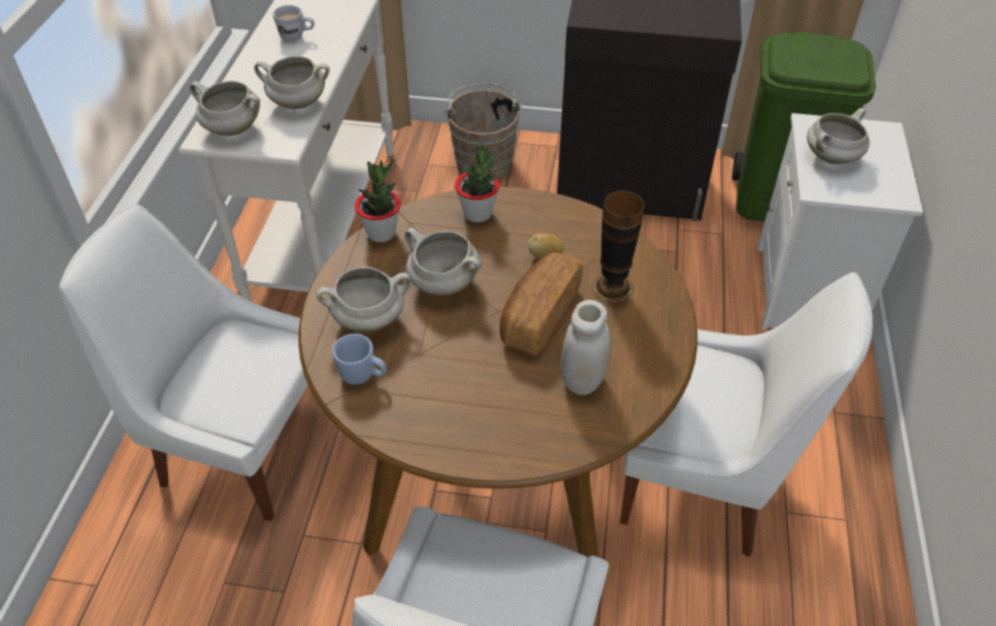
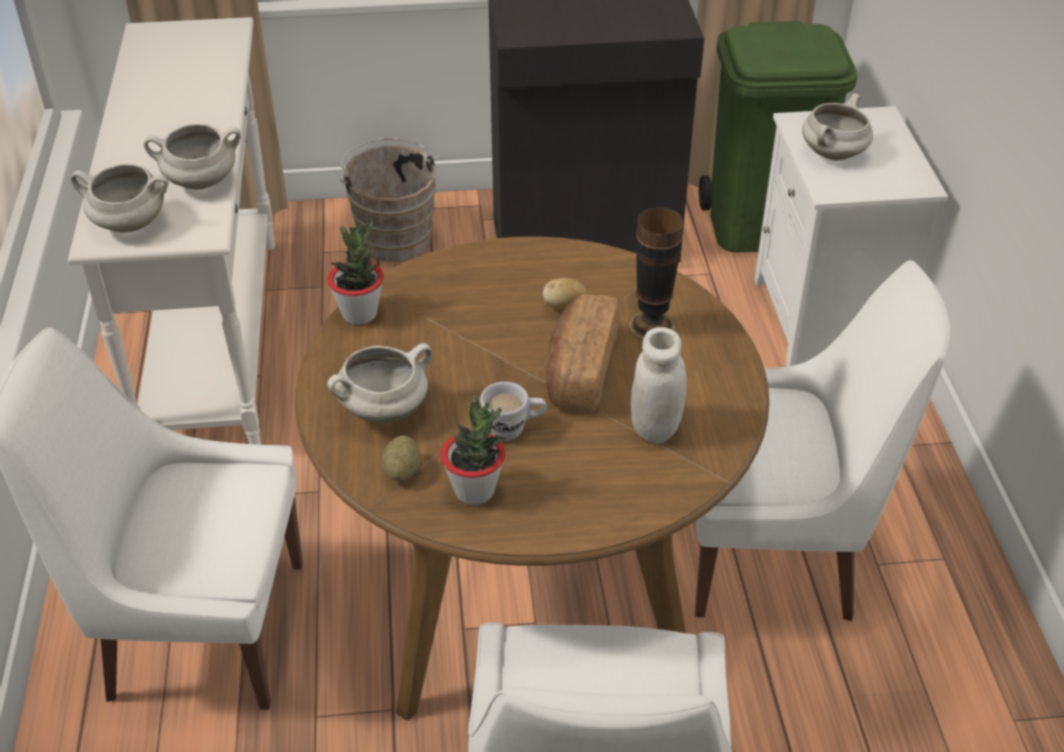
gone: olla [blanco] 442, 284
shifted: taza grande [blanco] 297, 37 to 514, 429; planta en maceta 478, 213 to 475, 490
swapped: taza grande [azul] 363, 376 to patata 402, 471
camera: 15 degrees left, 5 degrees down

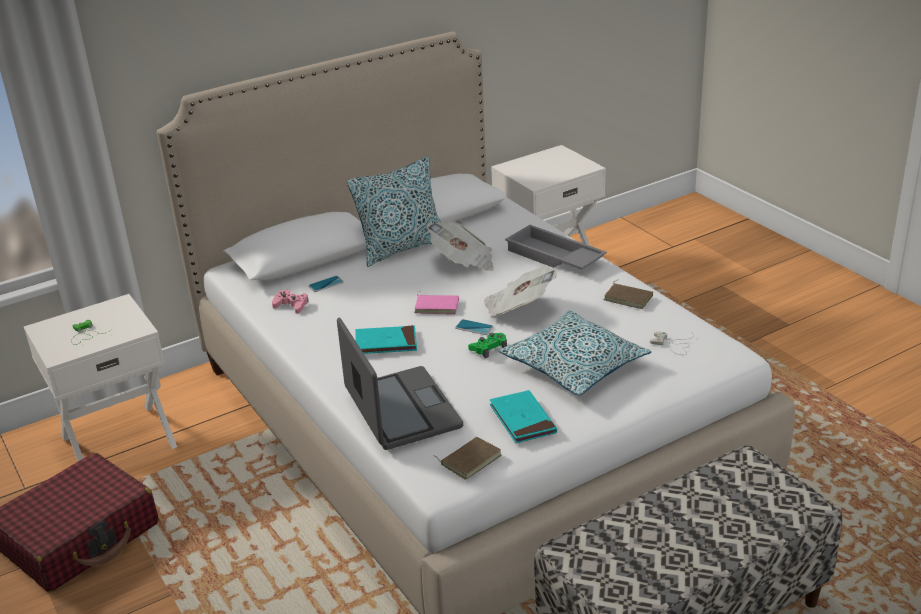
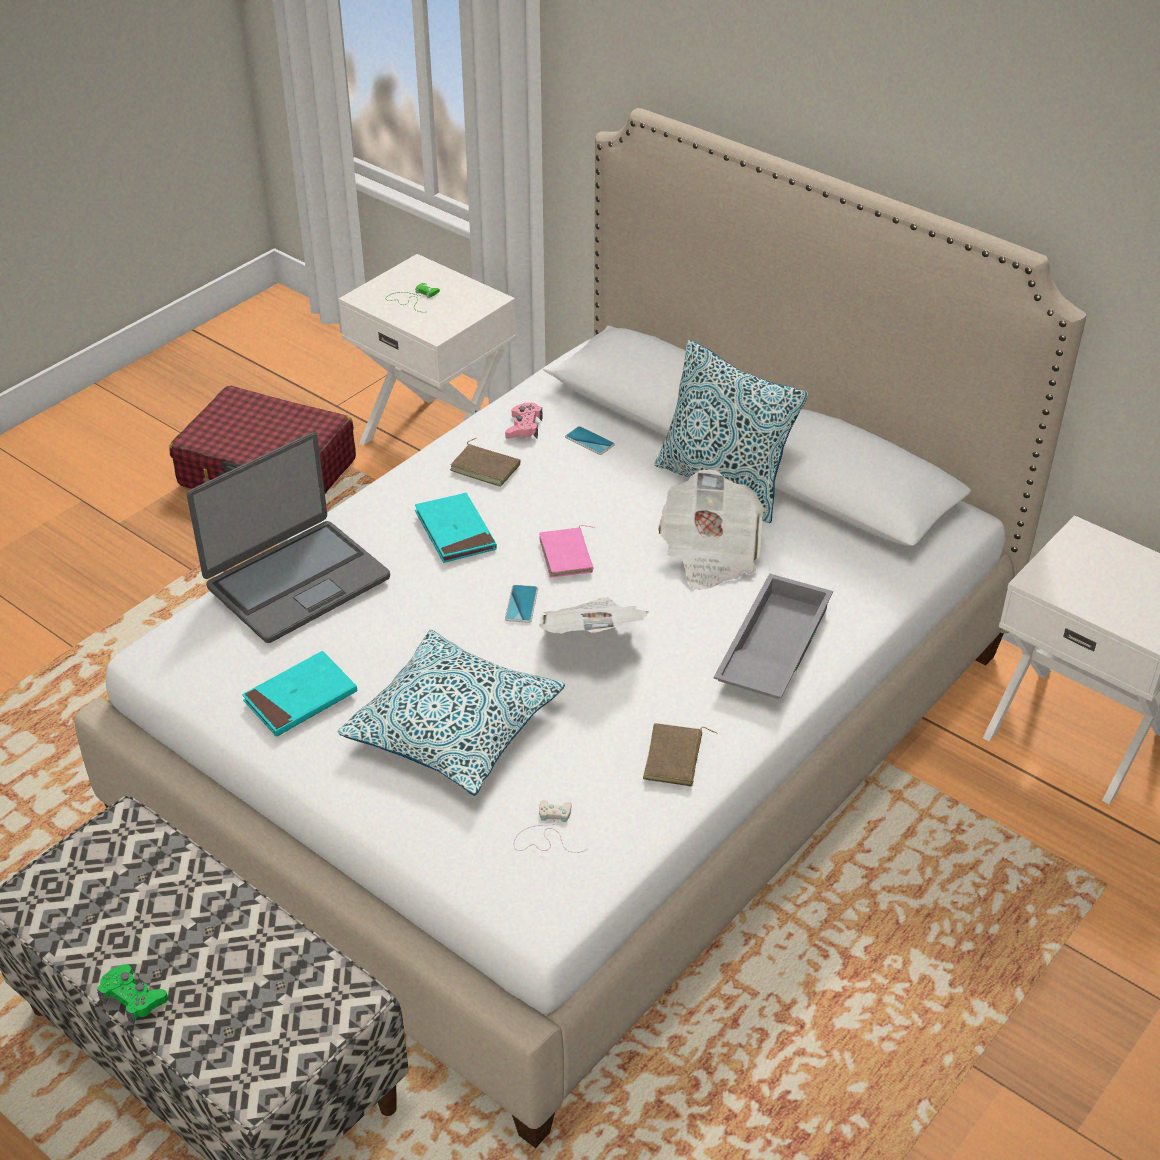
shifted: libro [marrón] 470, 459 to 486, 467; mando de consola [verde] 488, 348 to 133, 998
camera: 70 degrees right, 10 degrees up

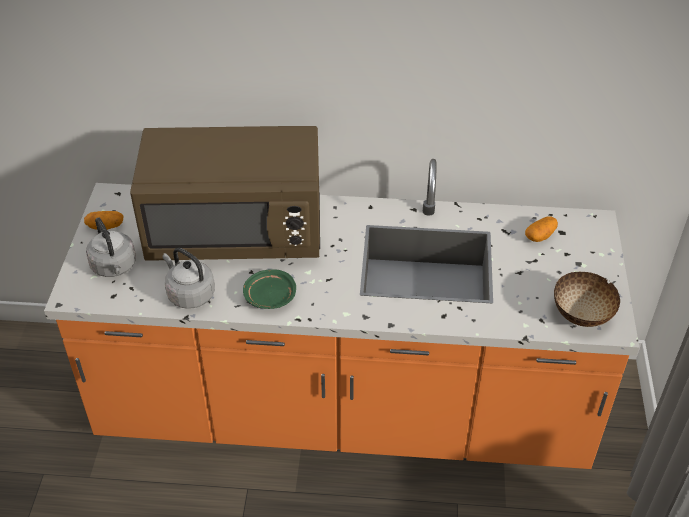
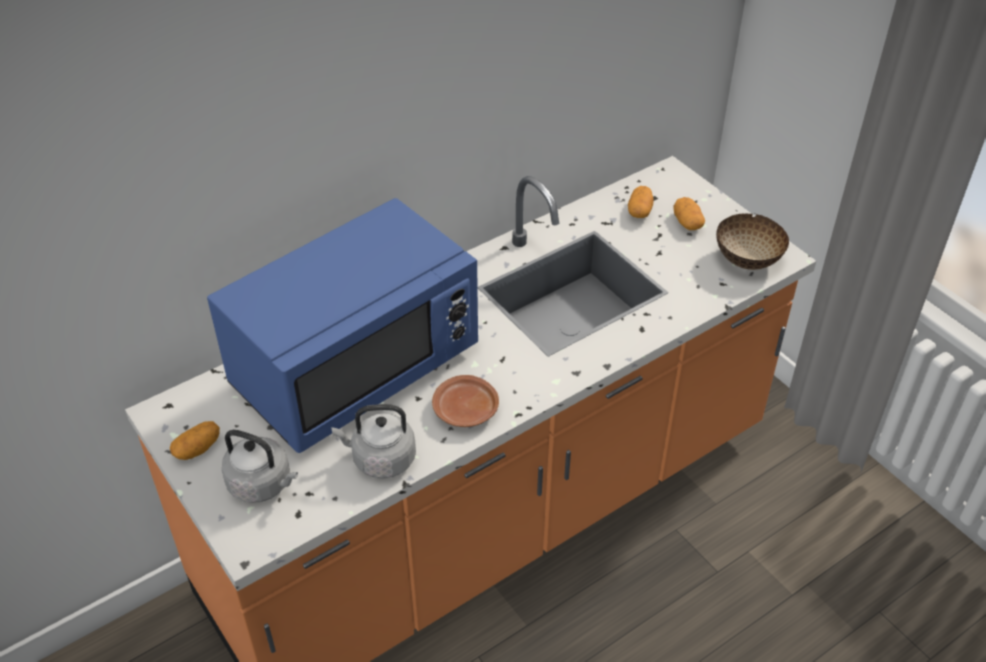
new: patata 687, 222
repainted: microondas [marrón] 237, 232 to microondas [azul] 355, 368; plato [verde] 270, 296 to plato [marrón] 465, 410
camera: 40 degrees left, 0 degrees up

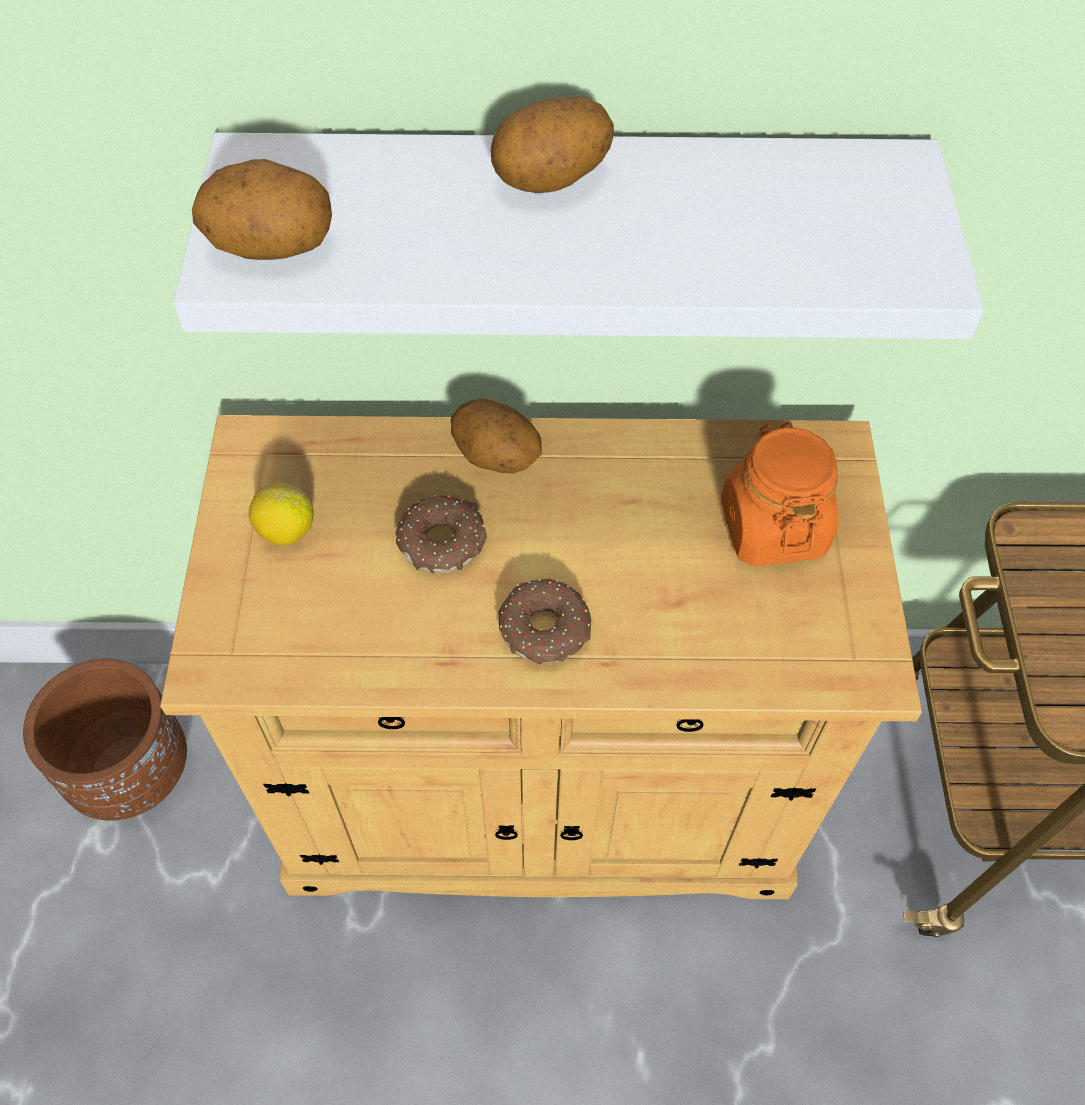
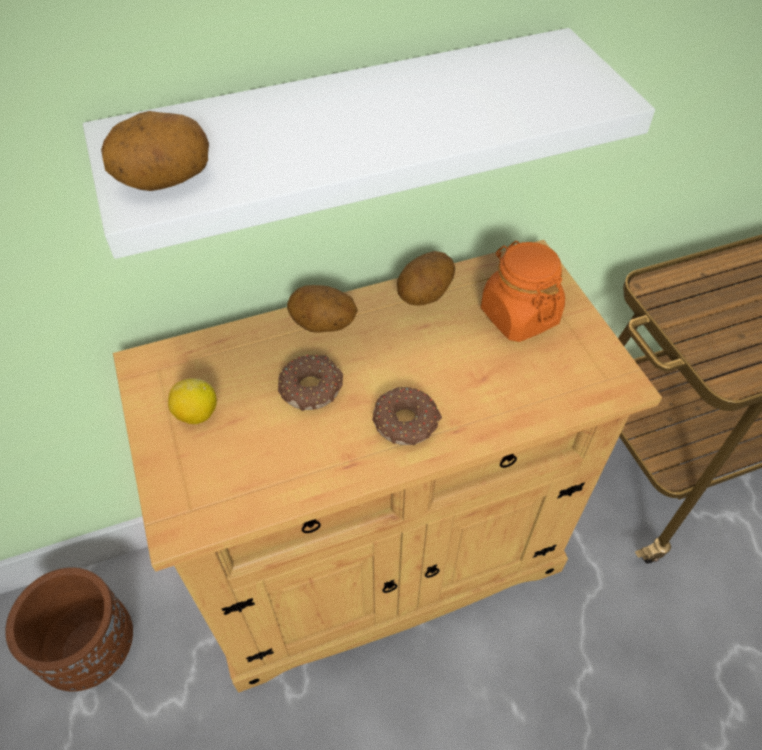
shifted: patata 552, 181 to 425, 295
camera: 20 degrees left, 5 degrees down

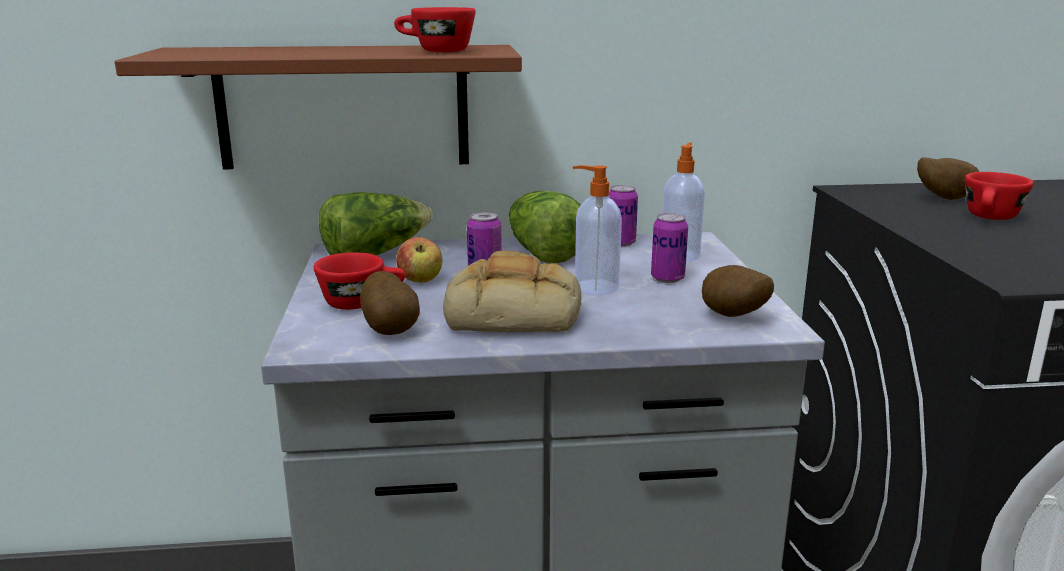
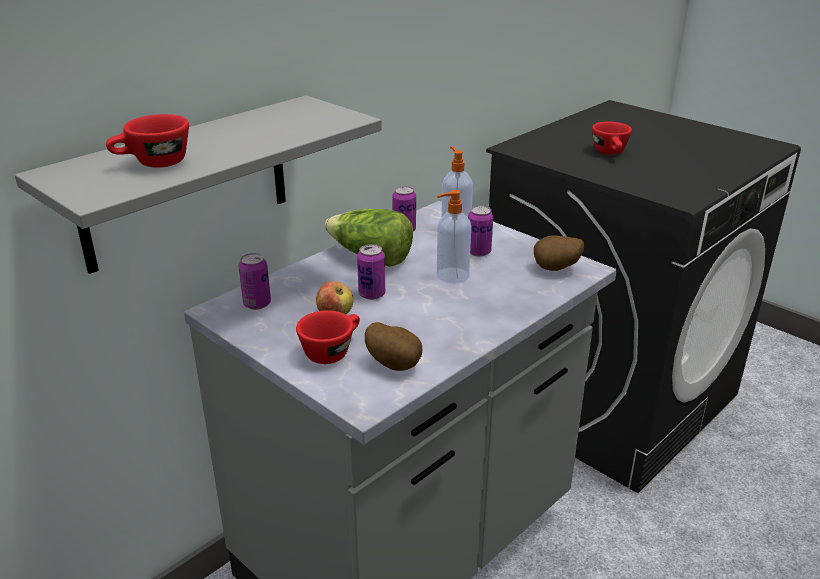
gone: pan 515, 313; patata 943, 198
shifted: taza [rojo] 435, 51 to 153, 164
swapped: lechuga 375, 254 to lata 257, 304
repainted: estante [marrón] 343, 107 to estante [gris] 186, 183
camera: 40 degrees left, 10 degrees up

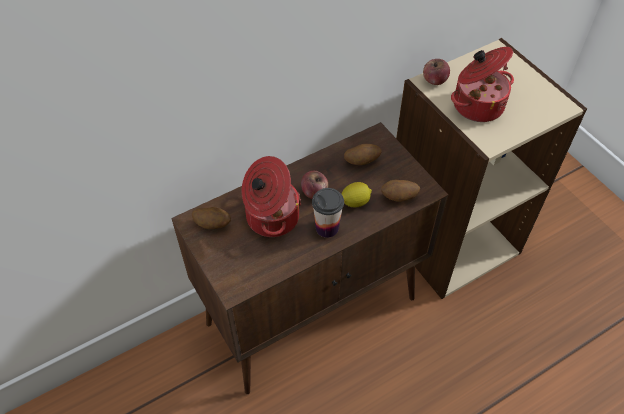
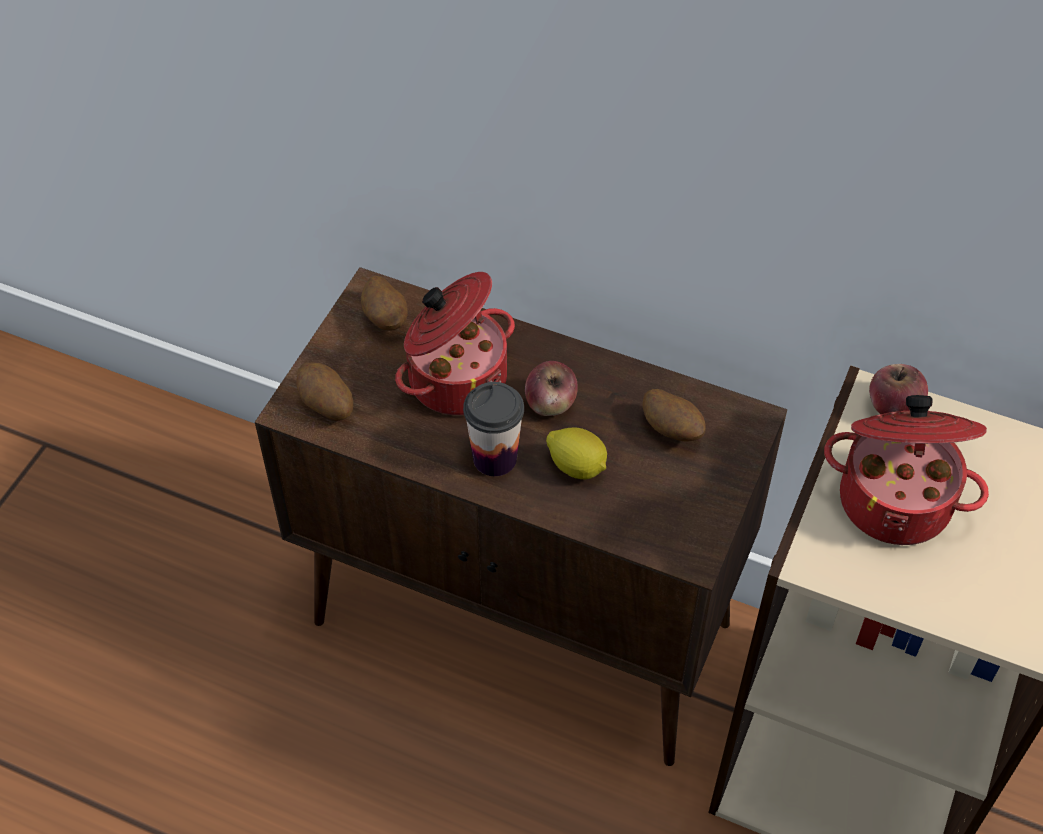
shifted: patata 399, 198 to 326, 406
camera: 55 degrees right, 0 degrees up

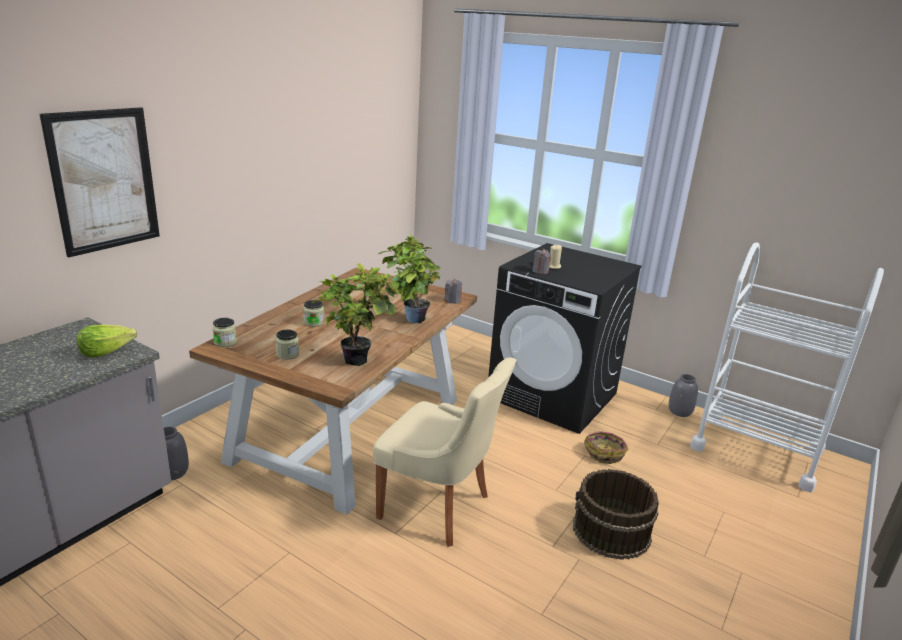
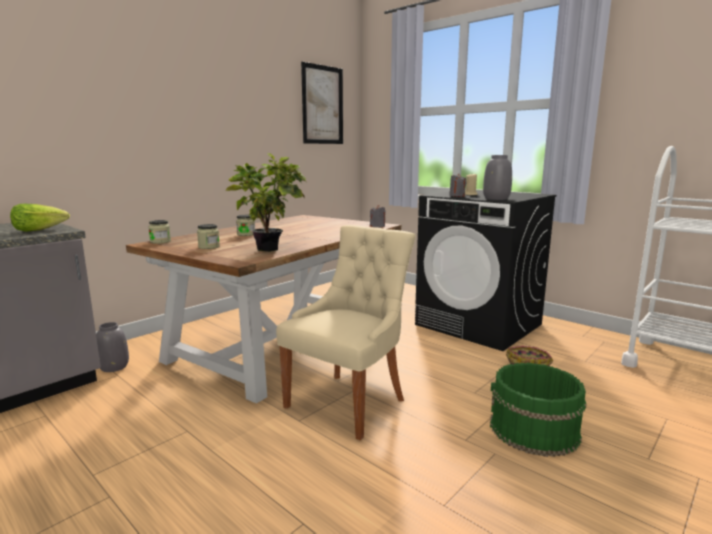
gone: planta en maceta 410, 318
shifted: cuadro 104, 180 to 322, 105; florero [gris] 680, 412 to 496, 198
repainted: cubo [marrón] 611, 531 to cubo [verde] 533, 430
rotated: silla [beis] 438, 507 = 349, 401 90 degrees counterclockwise
camera: 10 degrees right, 10 degrees down

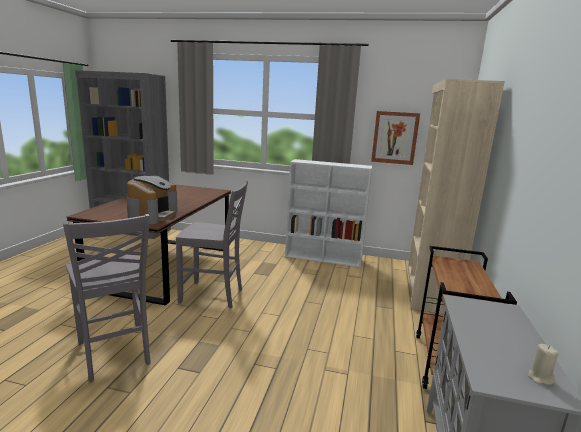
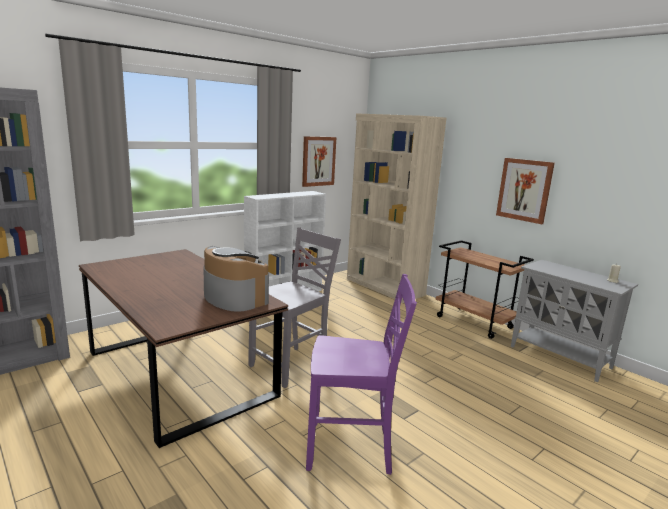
new: cuadro 524, 190
repainted: silla [gris] 115, 354 to silla [morado] 351, 449
camera: 55 degrees left, 0 degrees up

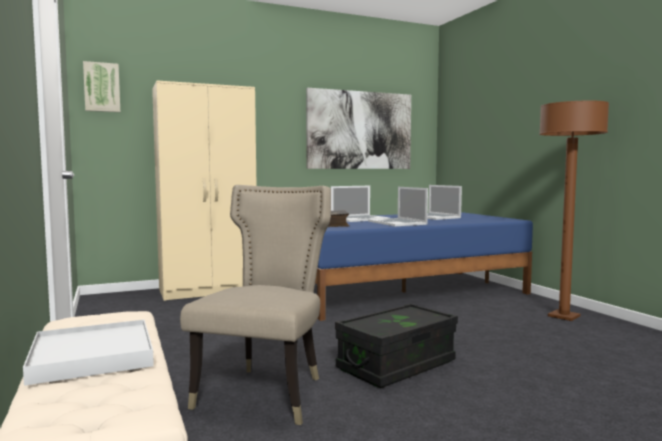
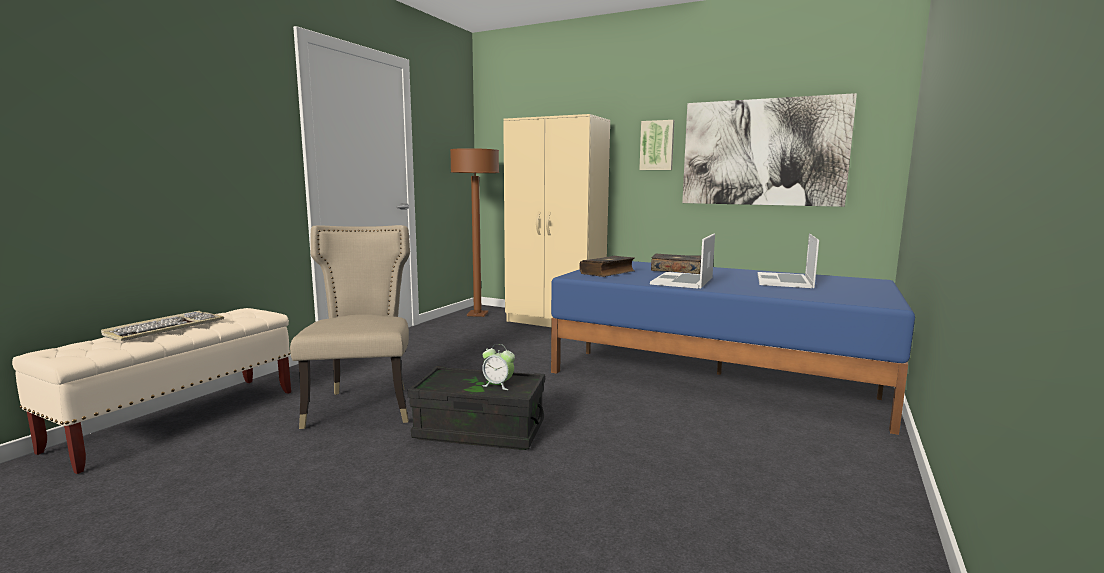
new: despertador 498, 385
shifted: cuadro 102, 87 to 657, 145; lámpara de pie [marrón] 564, 316 to 477, 314
swapped: bandeja [blanco] 92, 356 to teclado 165, 329; portátil 359, 219 to libro 676, 270
rotated: silla [beis] 266, 392 = 363, 406 75 degrees counterclockwise
camera: 50 degrees right, 5 degrees up

